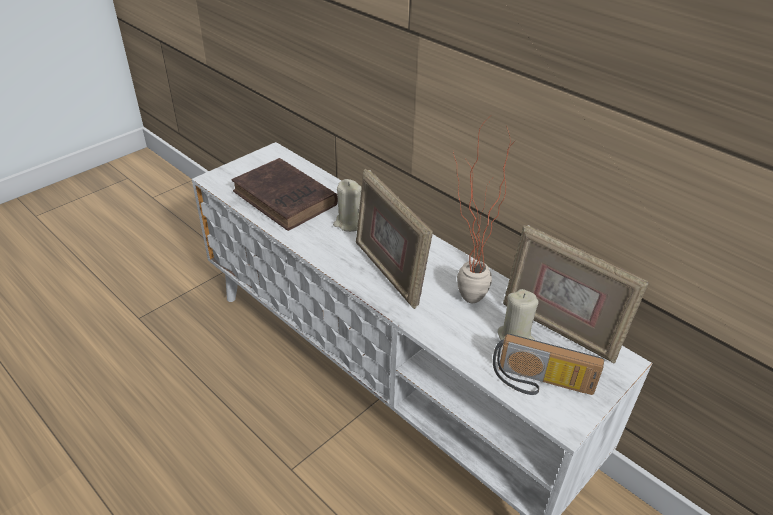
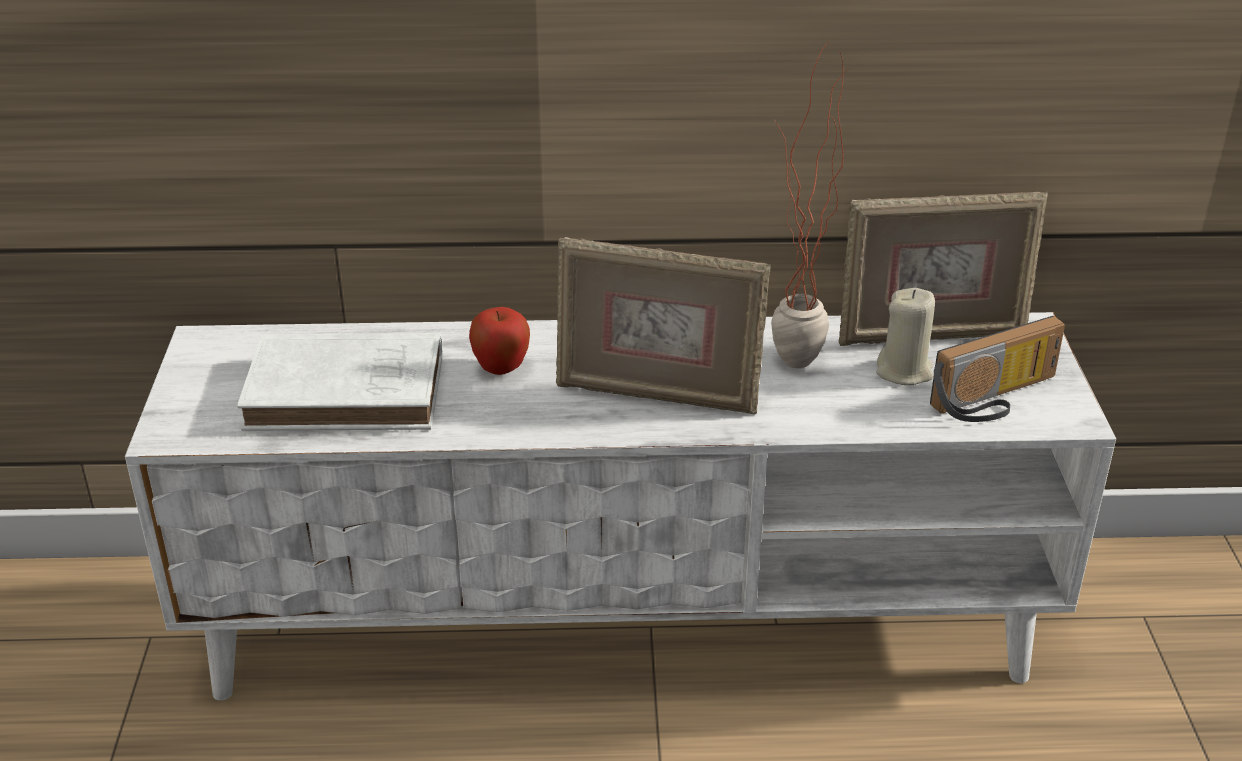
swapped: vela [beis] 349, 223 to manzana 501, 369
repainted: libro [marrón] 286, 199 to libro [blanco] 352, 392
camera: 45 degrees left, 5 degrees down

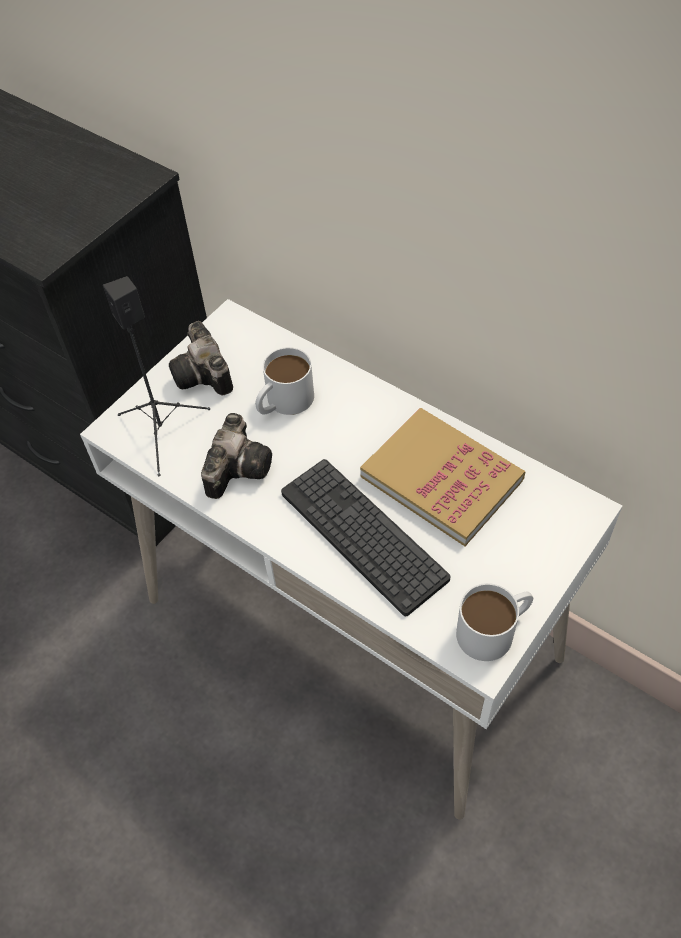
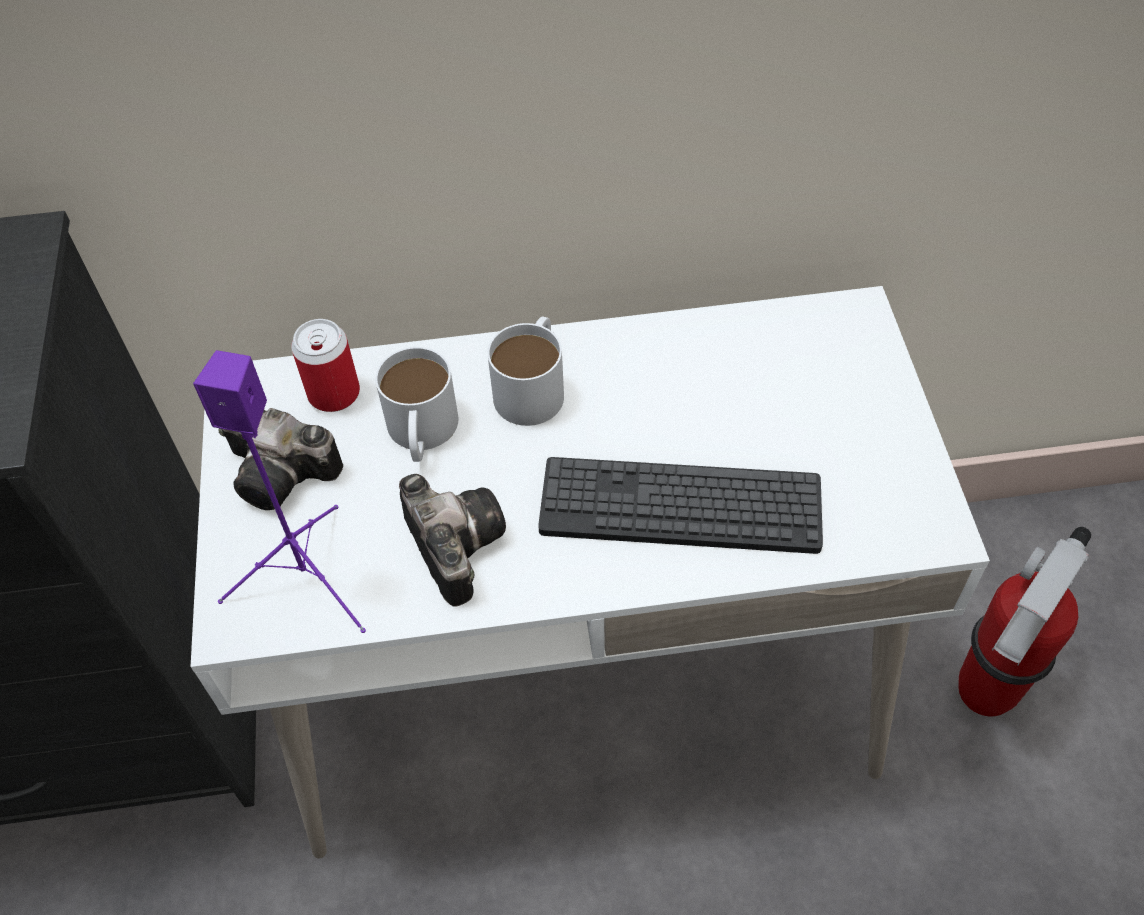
gone: libro 441, 478
new: lata 334, 393; extintor 984, 693
shifted: taza grande [blanco] 494, 629 to 533, 385
repainted: altavoz [negro] 162, 433 to altavoz [morado] 308, 579
camera: 45 degrees left, 0 degrees up

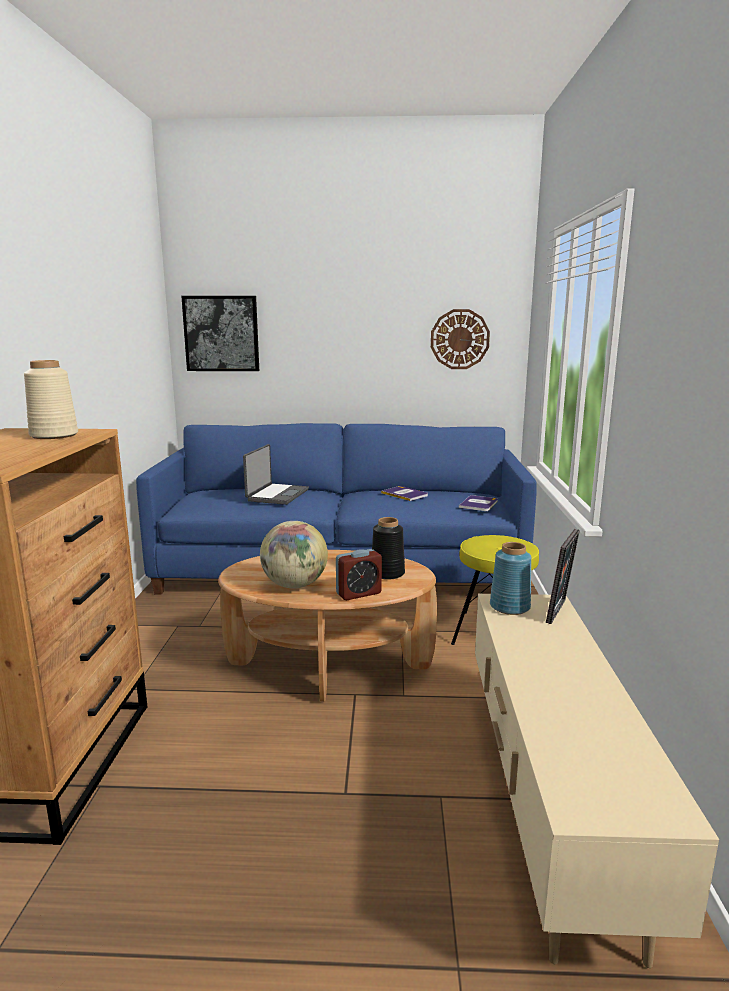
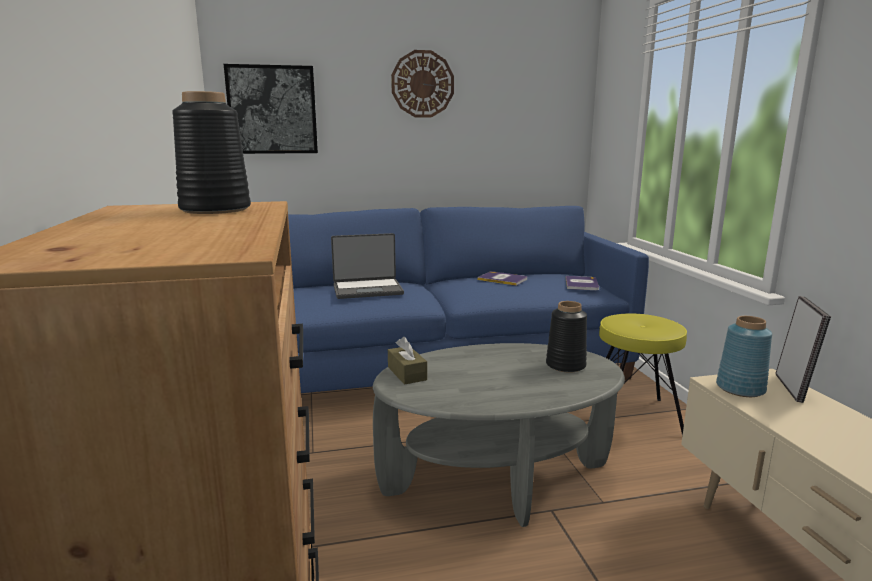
gone: globo terráqueo 294, 585; despertador 358, 593
new: caja de pañuelos [marrón] 407, 373
shifted: reloj de pared 459, 339 to 422, 84
repainted: florero [beis] 55, 435 to florero [negro] 217, 209; mesa de centro [marrón] 328, 666 to mesa de centro [gris] 497, 480
rotated: portátil 276, 495 = 367, 290 75 degrees clockwise
camera: 15 degrees left, 0 degrees up

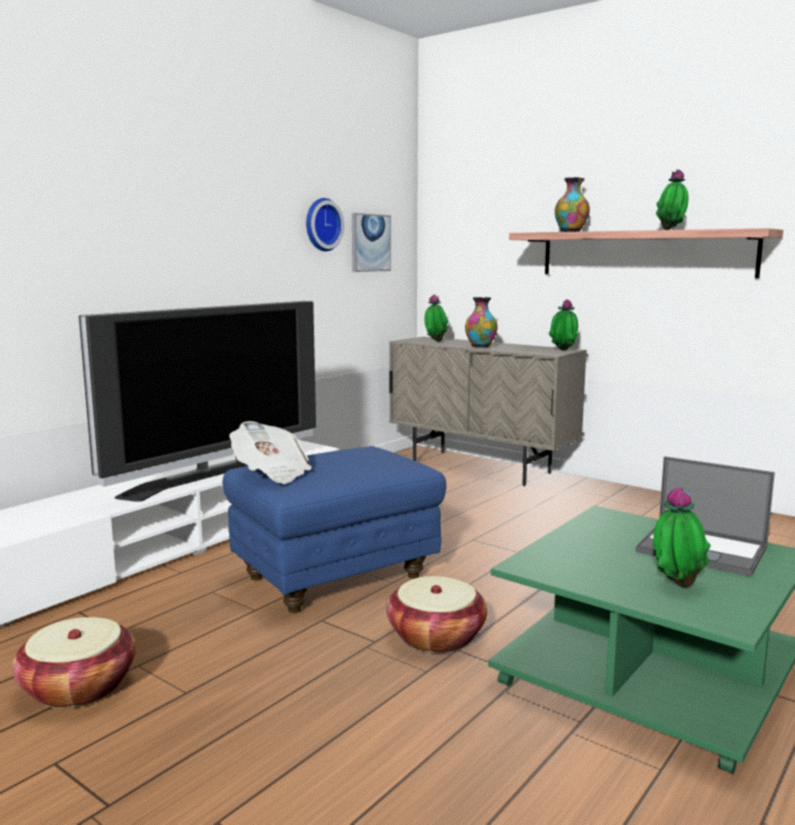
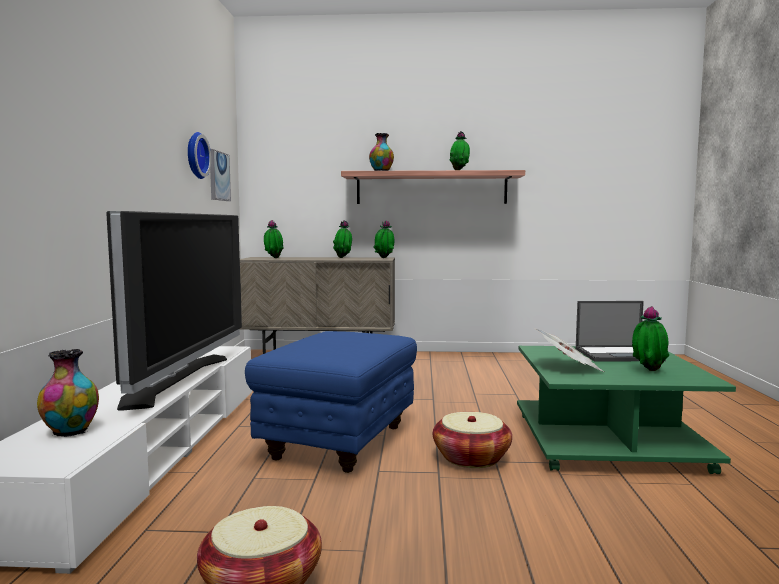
new: planta en maceta 343, 258
shifted: periódico 271, 473 to 569, 368; florero 480, 346 to 71, 432
camera: 35 degrees left, 5 degrees down

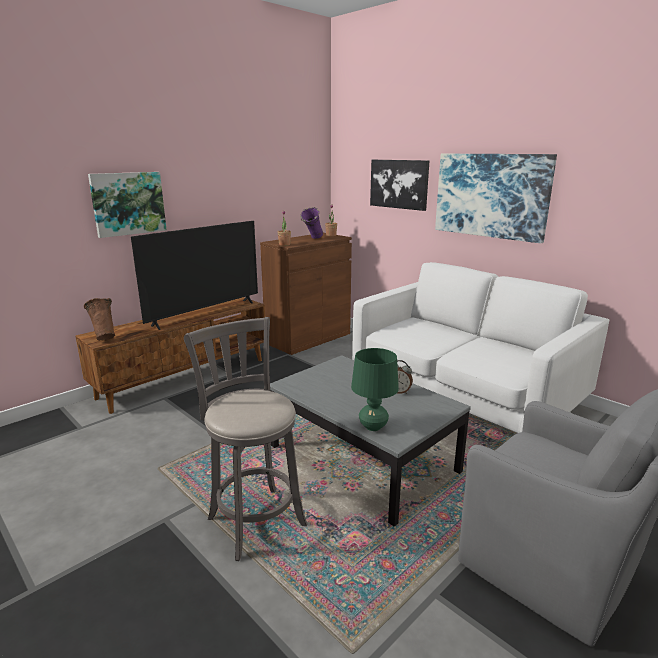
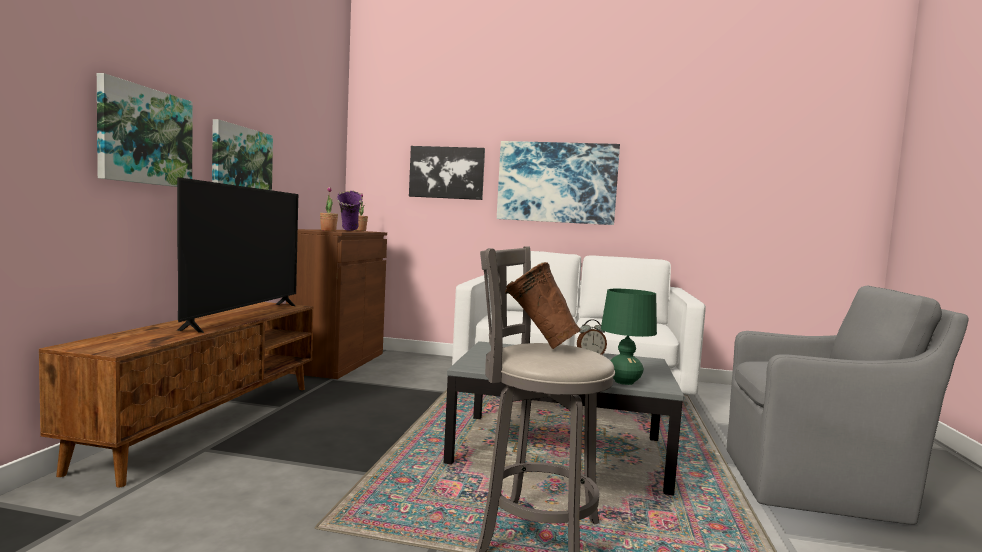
new: cuadro 241, 165
shifted: florero [marrón] 104, 337 to 538, 346
camera: 35 degrees left, 15 degrees down

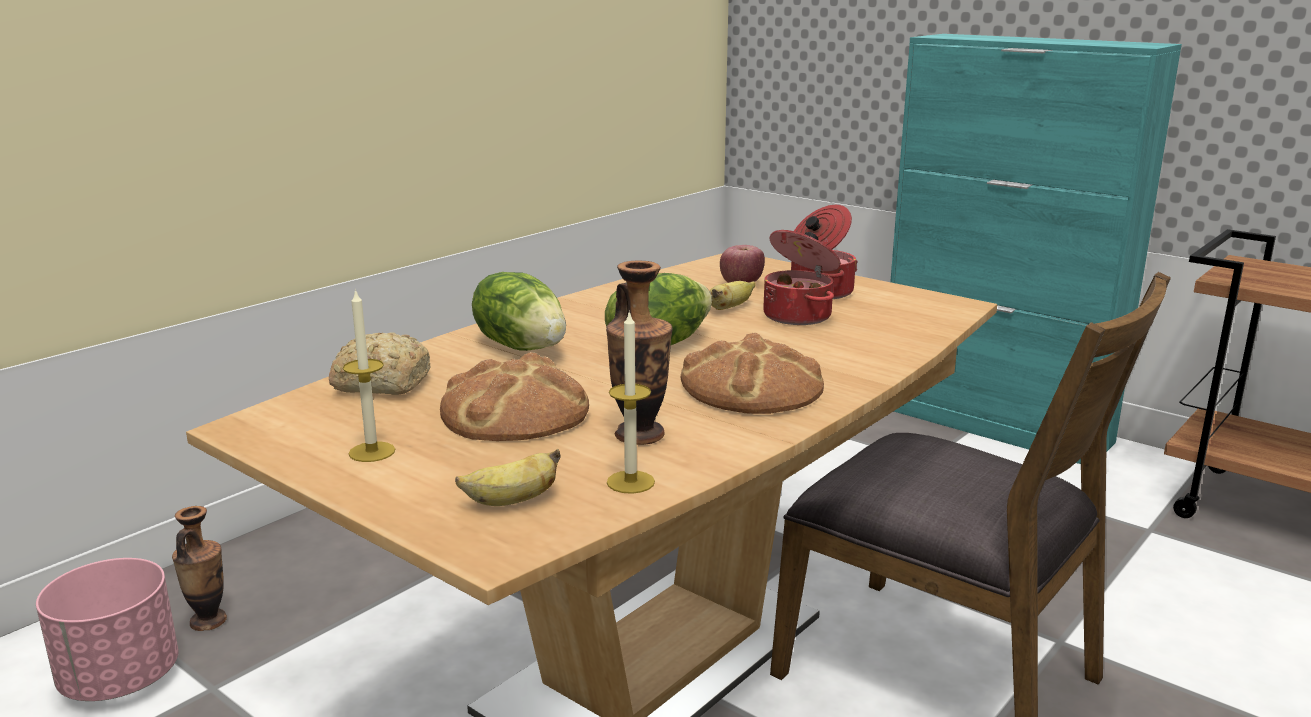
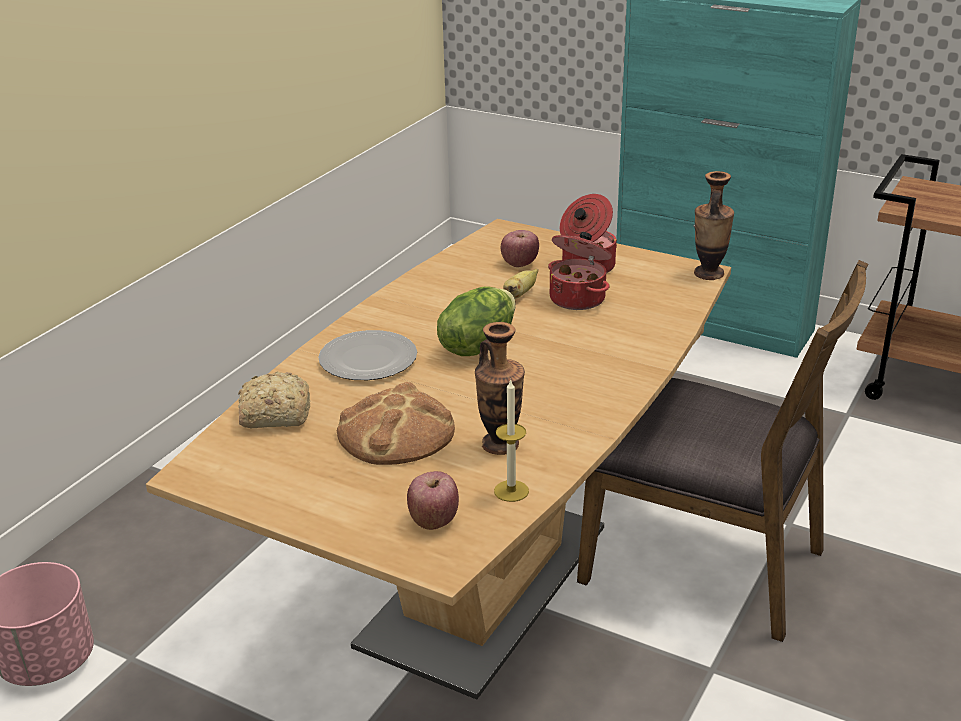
gone: vela 372, 452; pan 751, 387
shifted: florero 208, 621 to 709, 274
swapped: plátano 511, 501 to manzana 433, 520; lechuga 522, 346 to plato 368, 359
camera: 10 degrees left, 10 degrees up

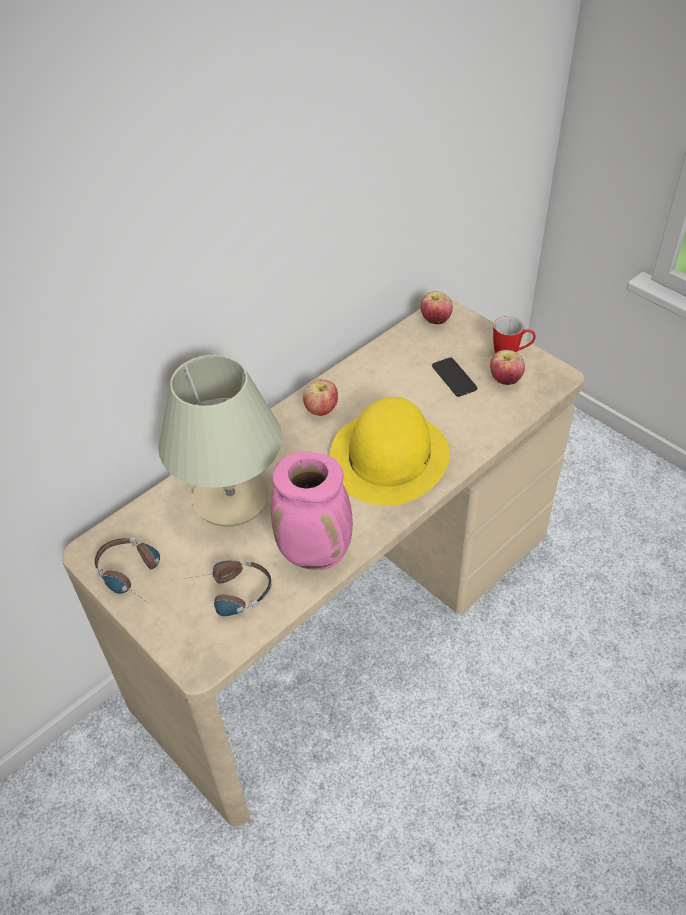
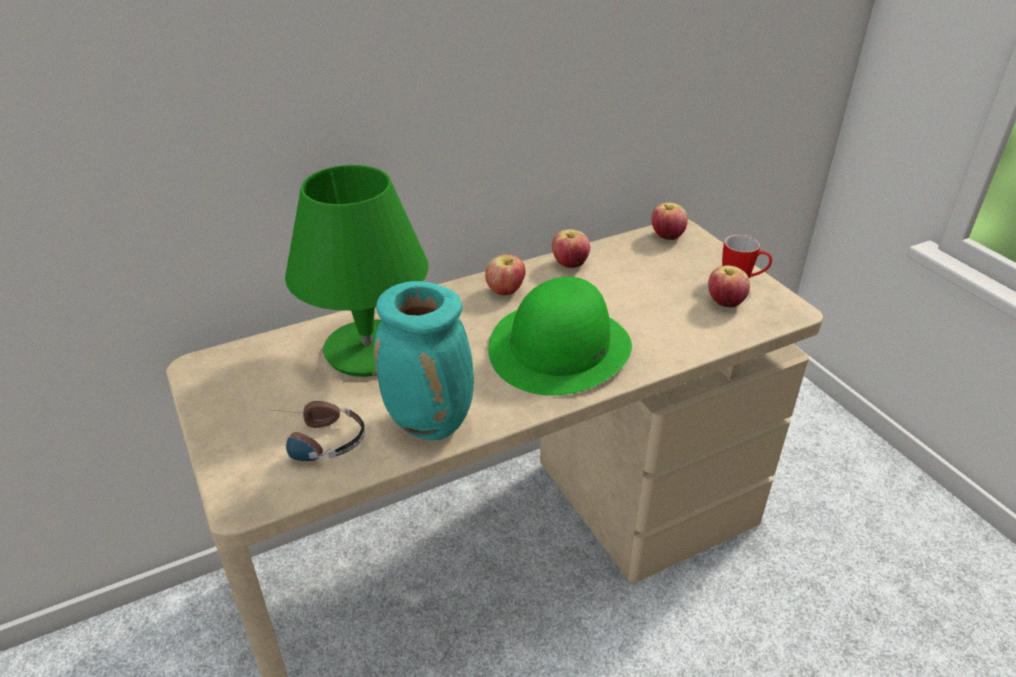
gone: auriculares 134, 575; móvil 454, 377
new: manzana 569, 264
repainted: lámpara de mesa [beis] 232, 499 to lámpara de mesa [verde] 368, 351; florero [rosa] 316, 554 to florero [turquesa] 431, 424; sombrero [amarillo] 389, 456 to sombrero [verde] 560, 347
camera: 15 degrees right, 10 degrees down

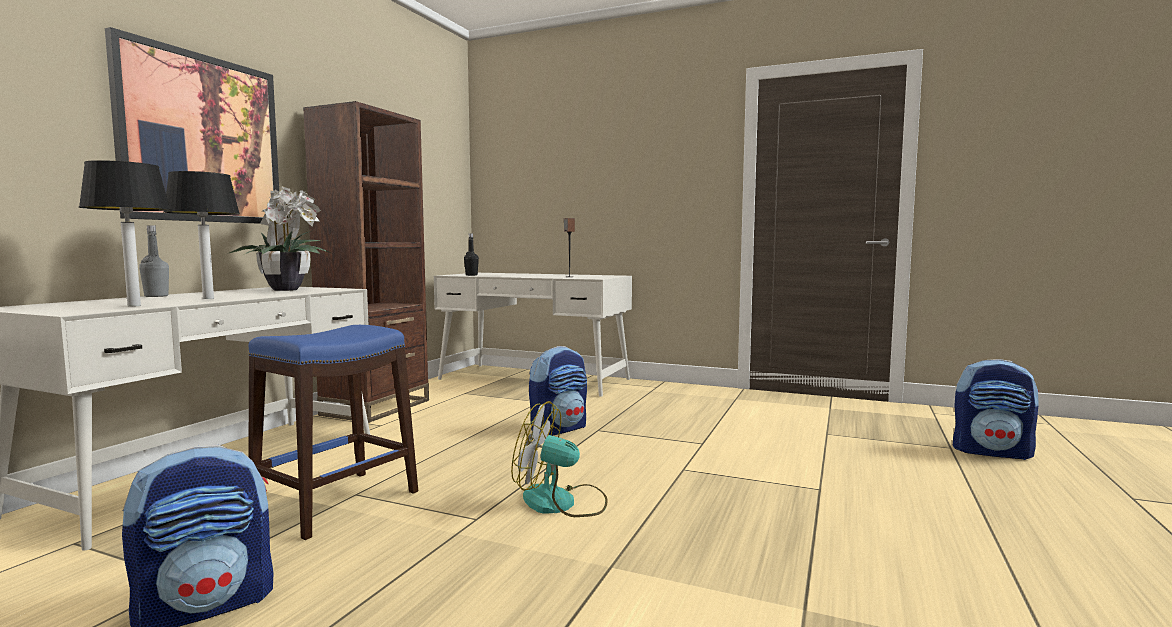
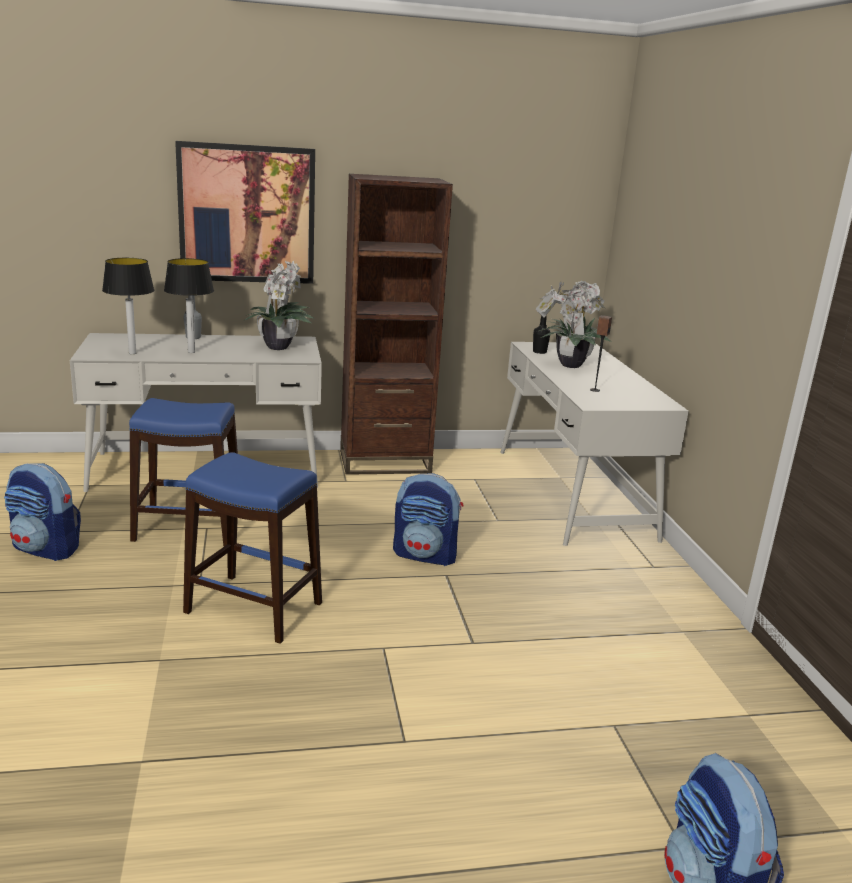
new: planta en maceta 567, 365
swapped: ventilador 561, 503 to taburete [azul] 253, 608
camera: 55 degrees right, 15 degrees up

